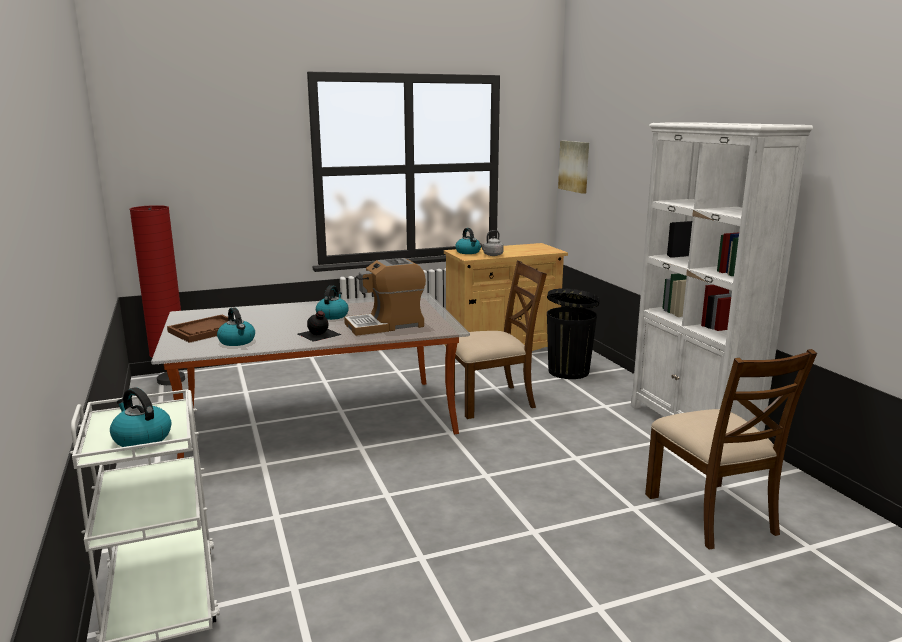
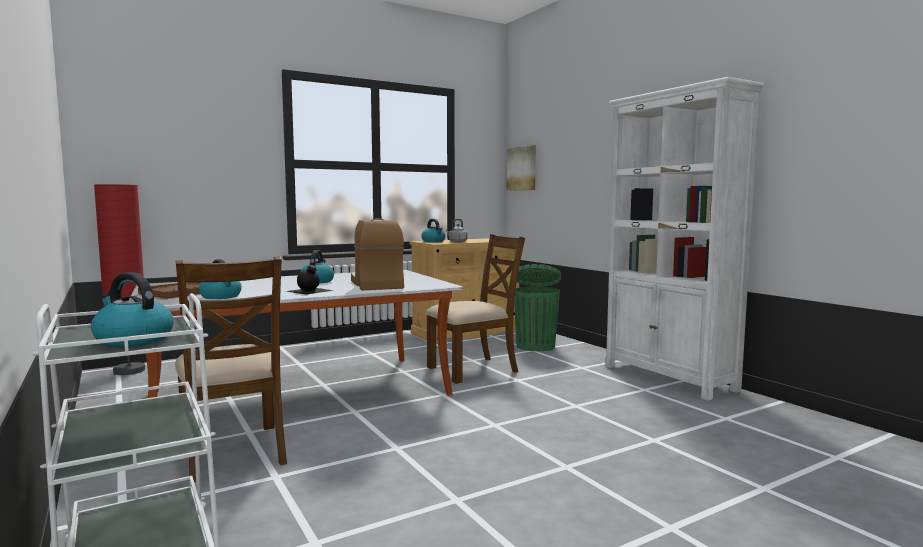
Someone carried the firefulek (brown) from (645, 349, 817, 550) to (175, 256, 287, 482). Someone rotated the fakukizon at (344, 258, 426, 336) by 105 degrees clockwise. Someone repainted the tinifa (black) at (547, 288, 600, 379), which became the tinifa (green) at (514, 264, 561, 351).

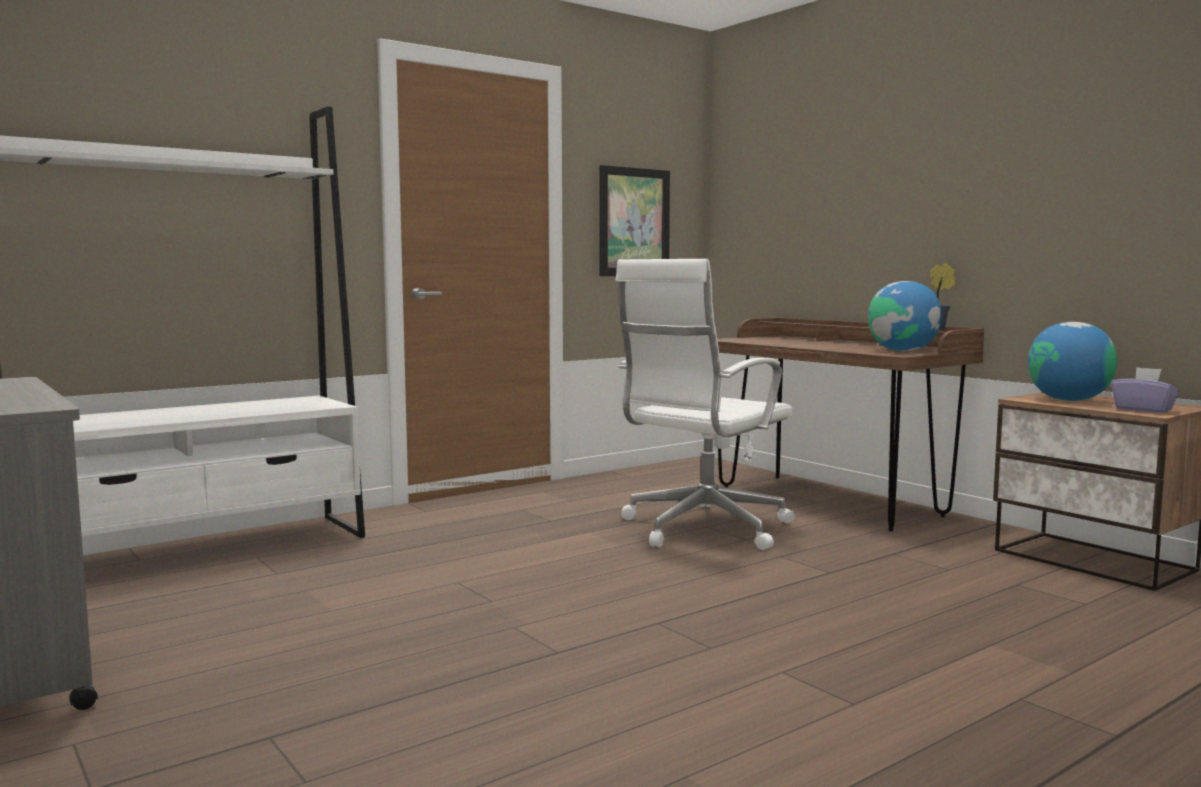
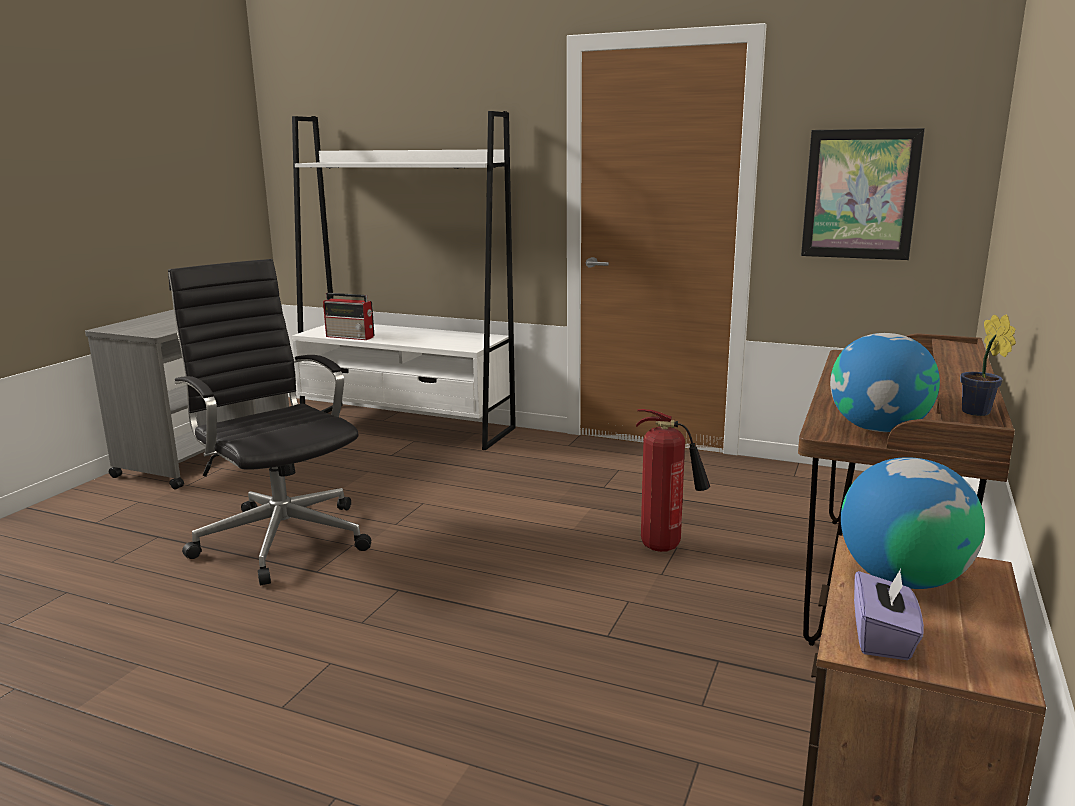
Someone put down the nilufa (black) at (168, 259, 371, 586). Someone put down the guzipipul at (323, 293, 375, 340). Someone swapped the nilufa (white) at (616, 259, 794, 550) for the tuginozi at (636, 409, 710, 552).

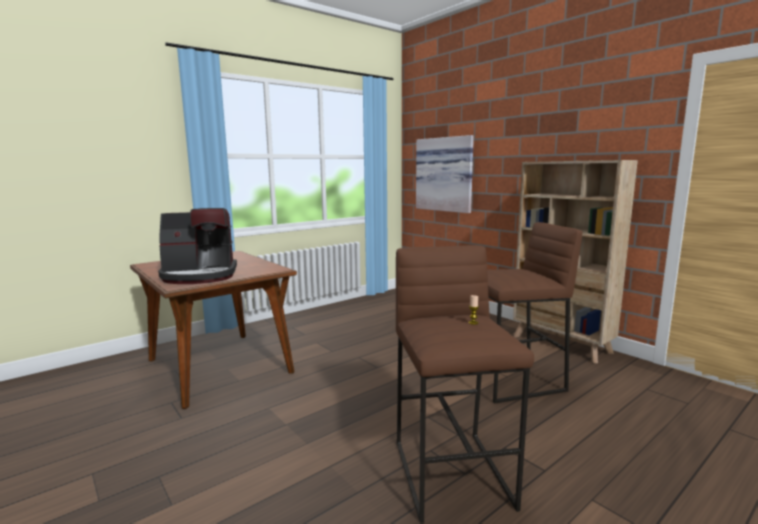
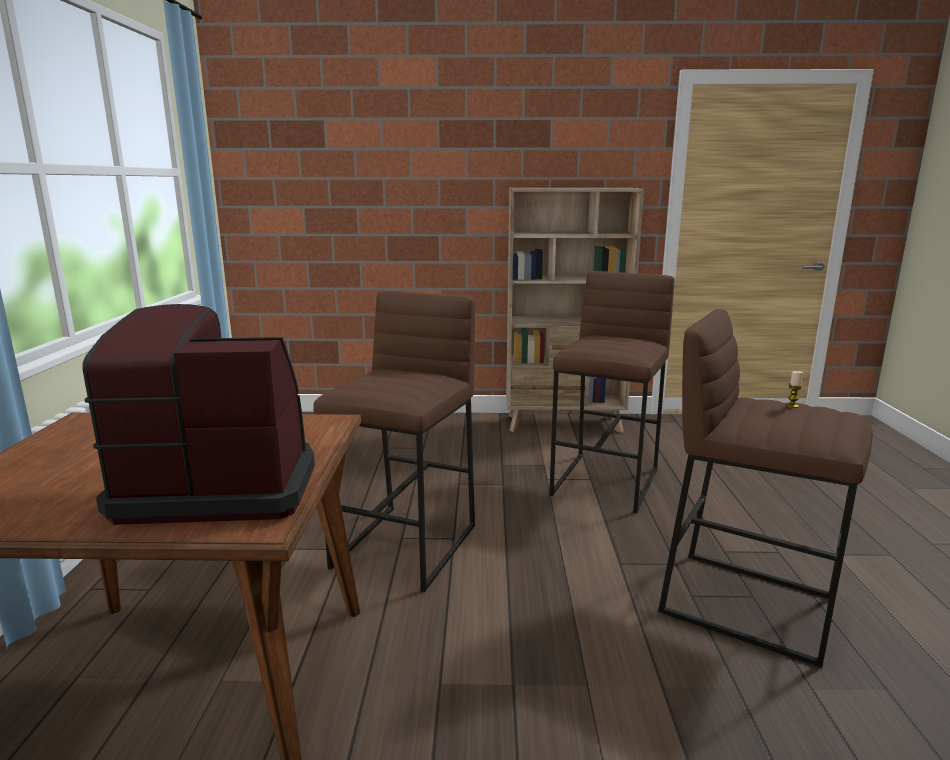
Someone rotated the fakukizon at (158, 208, 237, 284) by 120 degrees counterclockwise. Someone put down the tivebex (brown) at (313, 291, 475, 592). Someone took away the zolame at (416, 135, 474, 213).

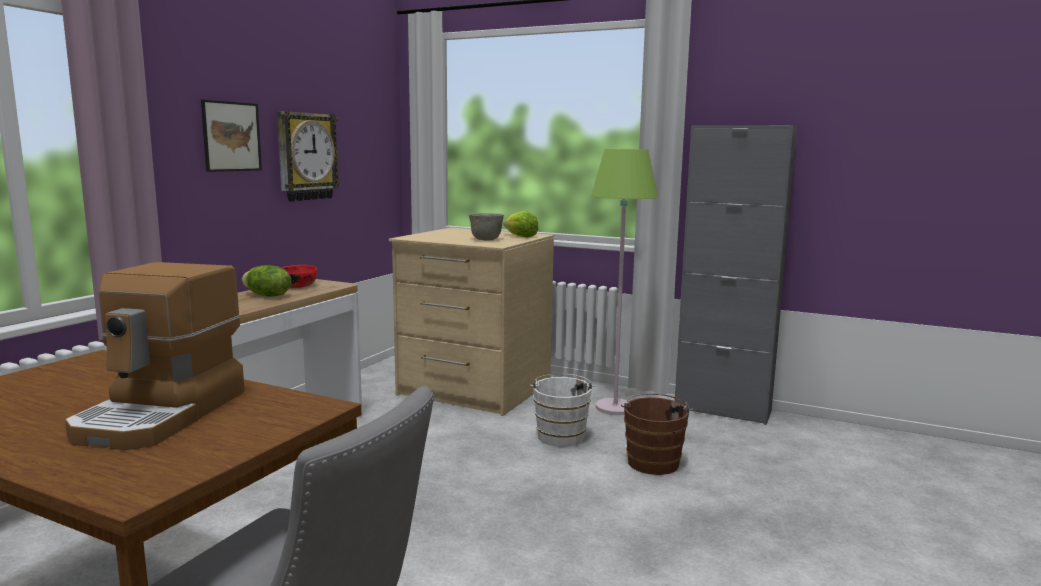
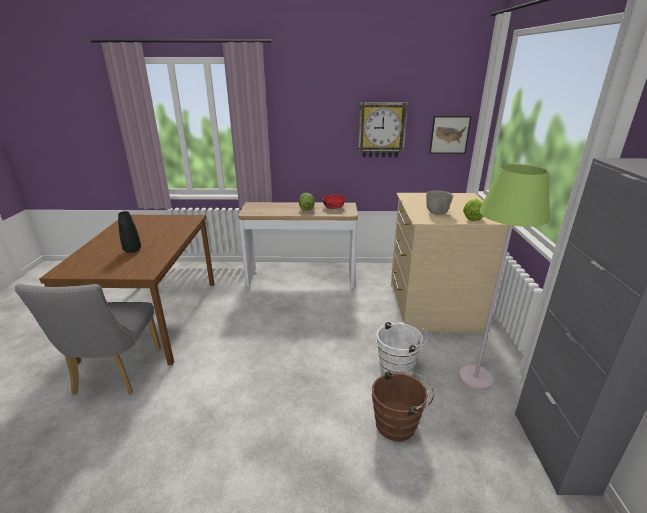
Someone swapped the fakukizon at (65, 262, 245, 450) for the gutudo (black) at (118, 211, 141, 253). Someone carried the zolame from (201, 99, 262, 172) to (429, 116, 472, 154).

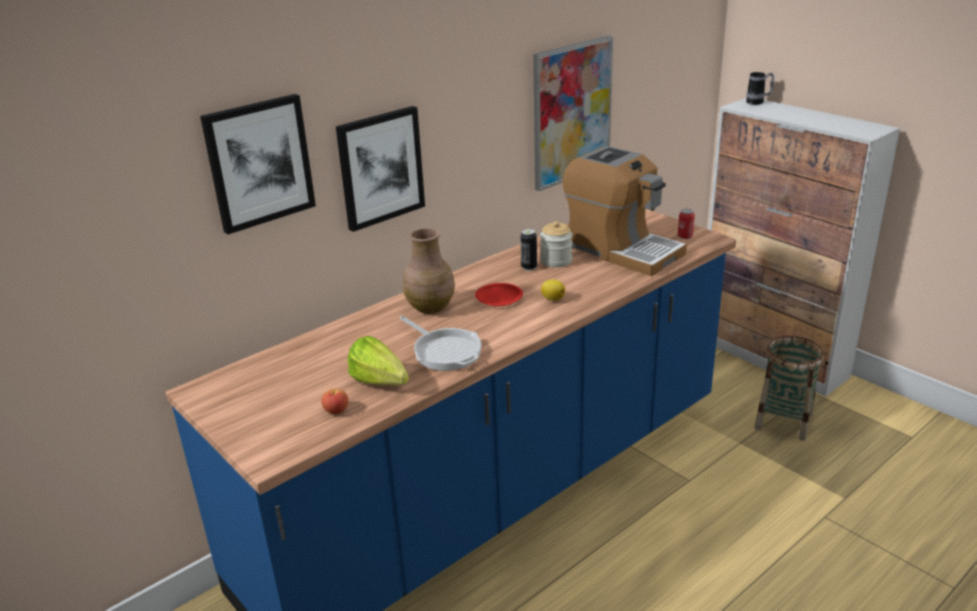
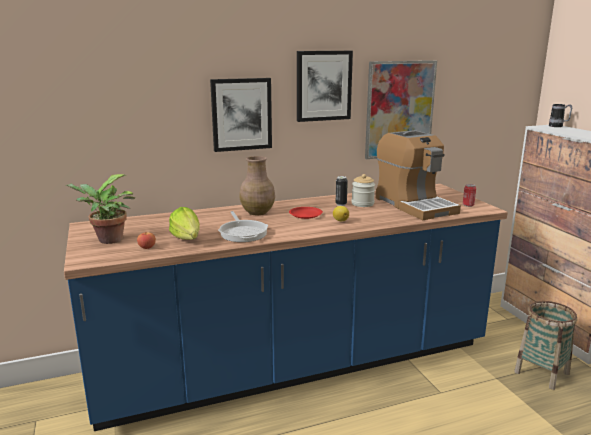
Someone put down the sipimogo at (65, 174, 135, 244). Someone carried the zolame from (200, 94, 316, 234) to (297, 51, 353, 122).

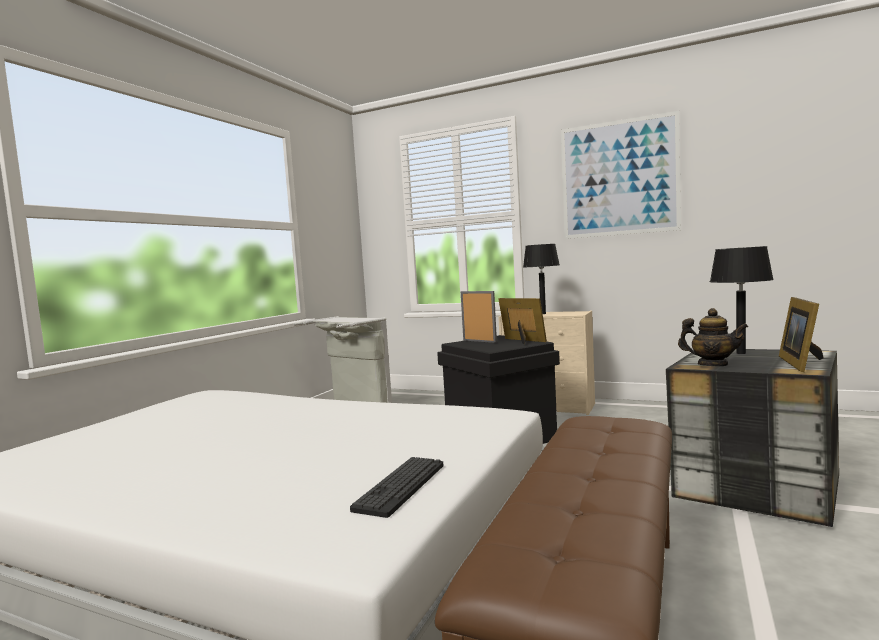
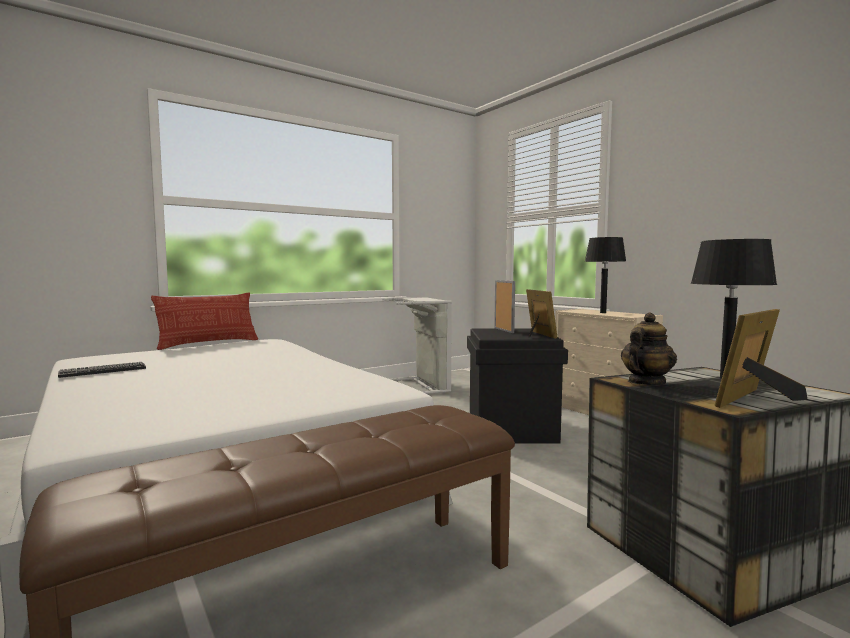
Someone carried the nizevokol from (350, 457, 444, 518) to (58, 362, 146, 378). Someone put down the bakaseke at (151, 293, 258, 350). Someone rotated the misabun at (678, 308, 748, 366) by 105 degrees counterclockwise. Someone took away the zolame at (561, 111, 681, 239).

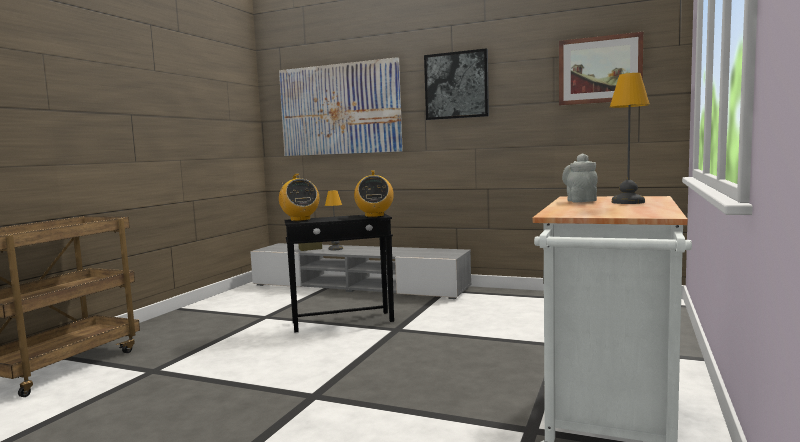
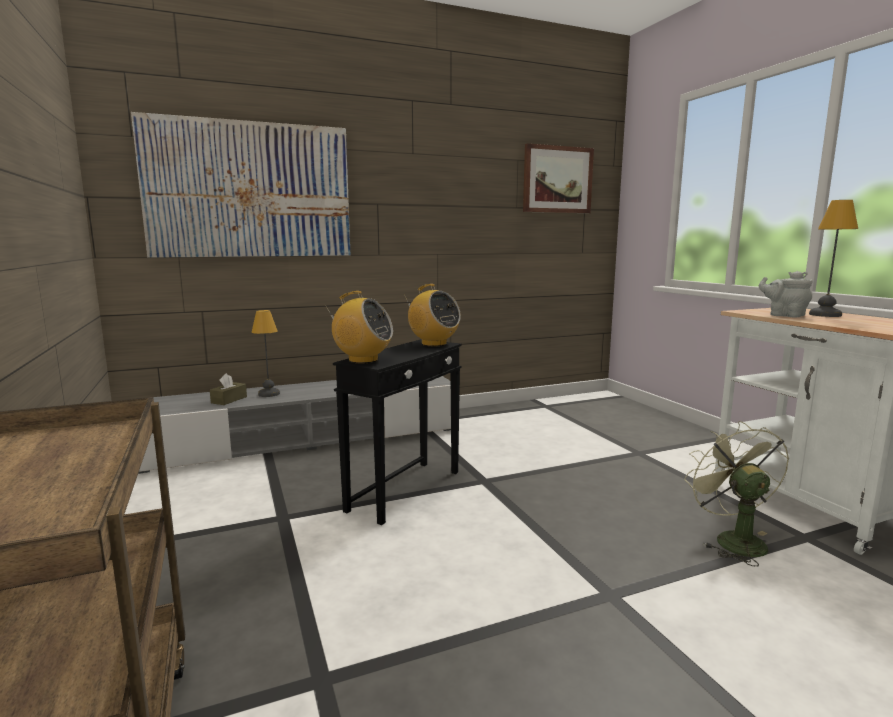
Someone put down the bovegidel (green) at (684, 421, 789, 566). Someone took away the zolame at (424, 48, 489, 120).

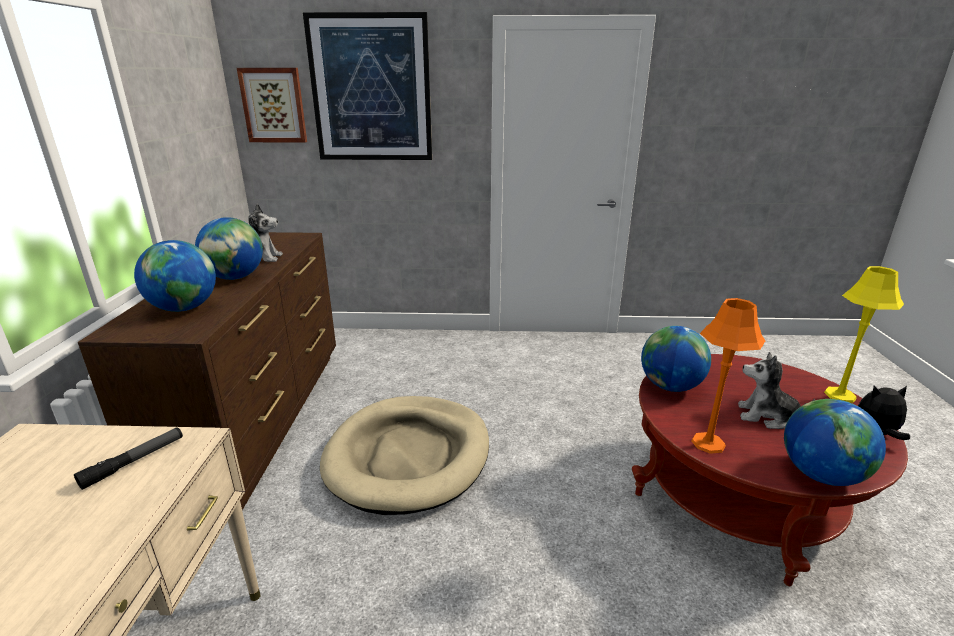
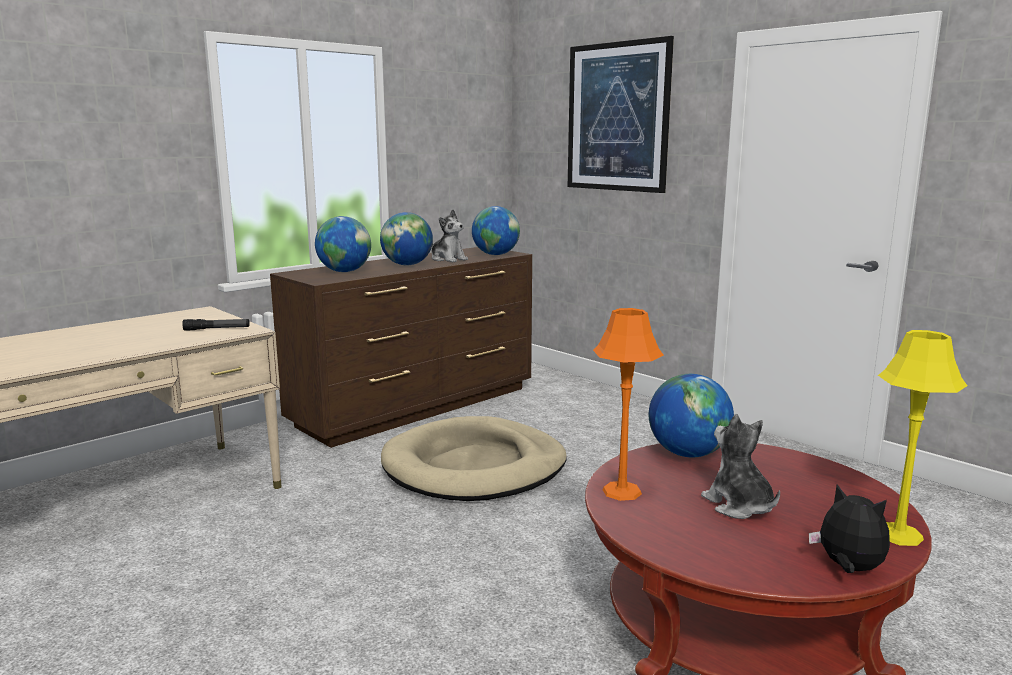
Someone carried the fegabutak from (784, 399, 886, 486) to (472, 206, 520, 255). Someone took away the zolame at (237, 68, 307, 143).

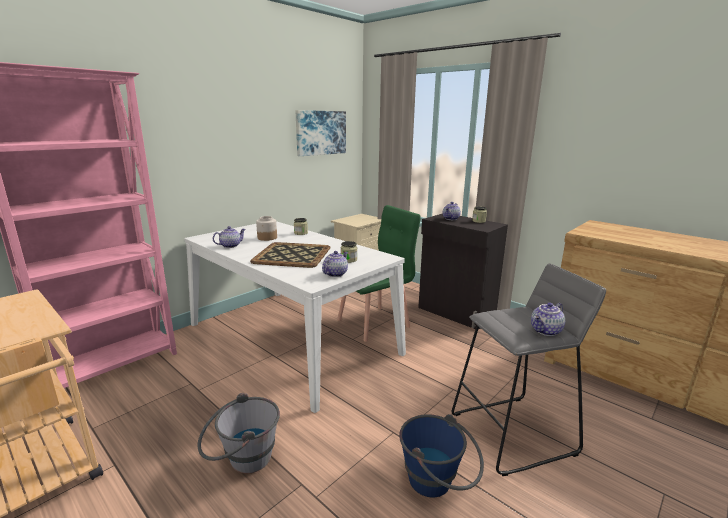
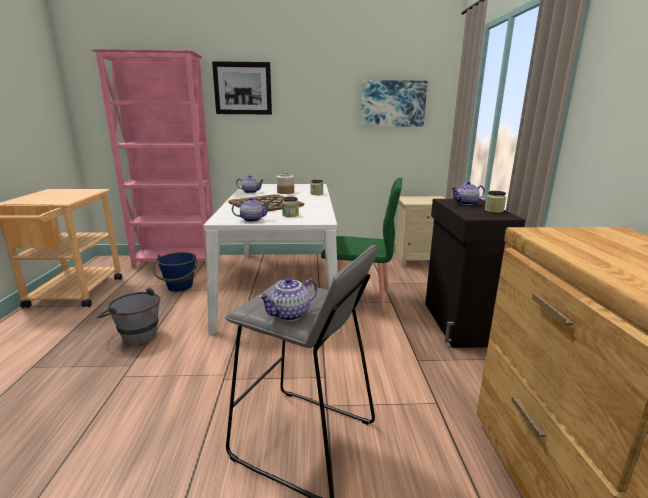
Someone carried the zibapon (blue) from (399, 414, 484, 497) to (152, 252, 198, 291). Someone put up the zolame at (212, 61, 272, 115). Someone rotated the misabun at (531, 303, 565, 336) by 45 degrees counterclockwise.

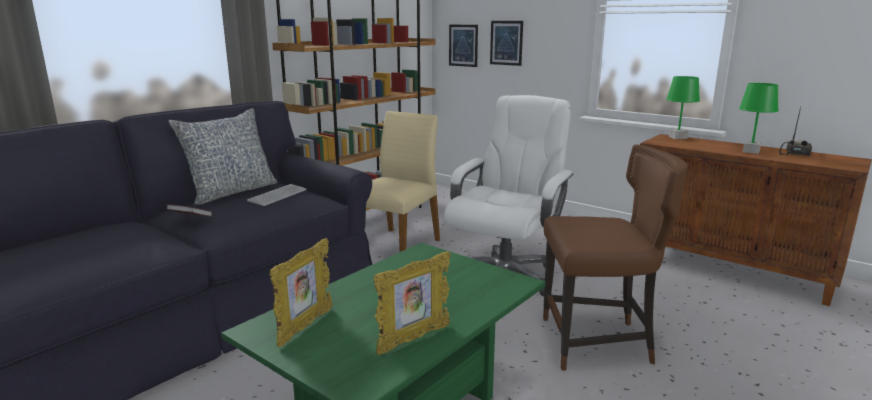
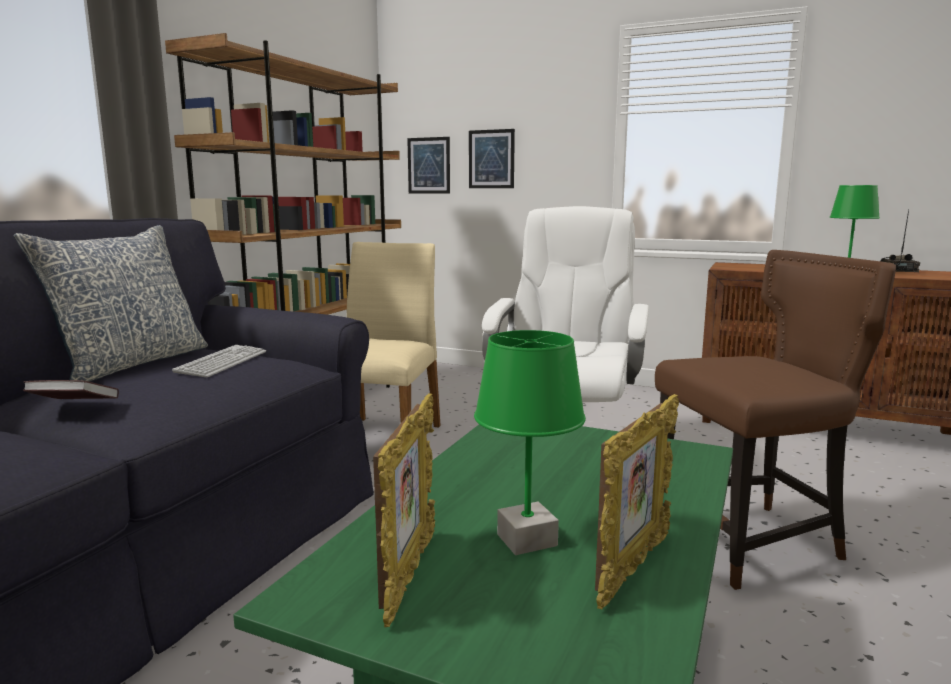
Someone carried the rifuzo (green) from (666, 76, 700, 139) to (474, 330, 586, 555).

